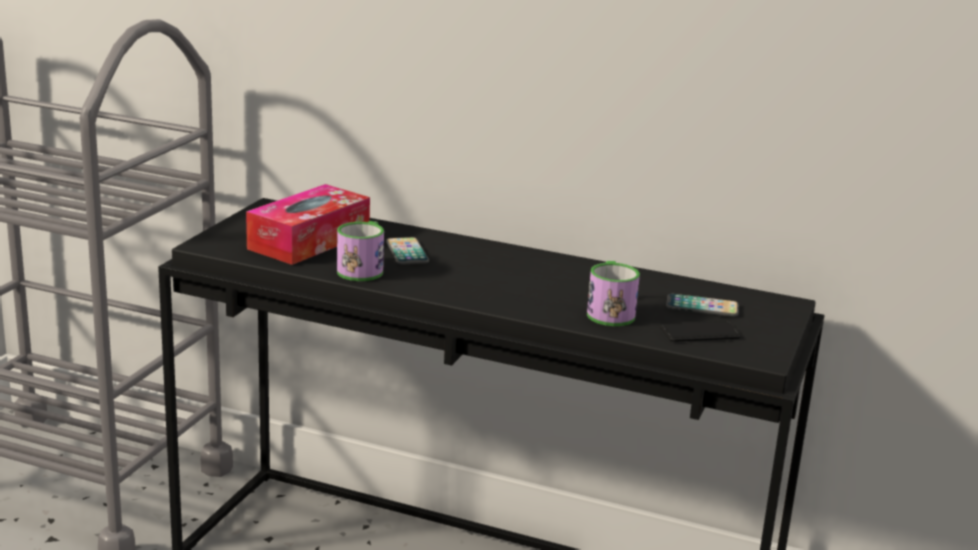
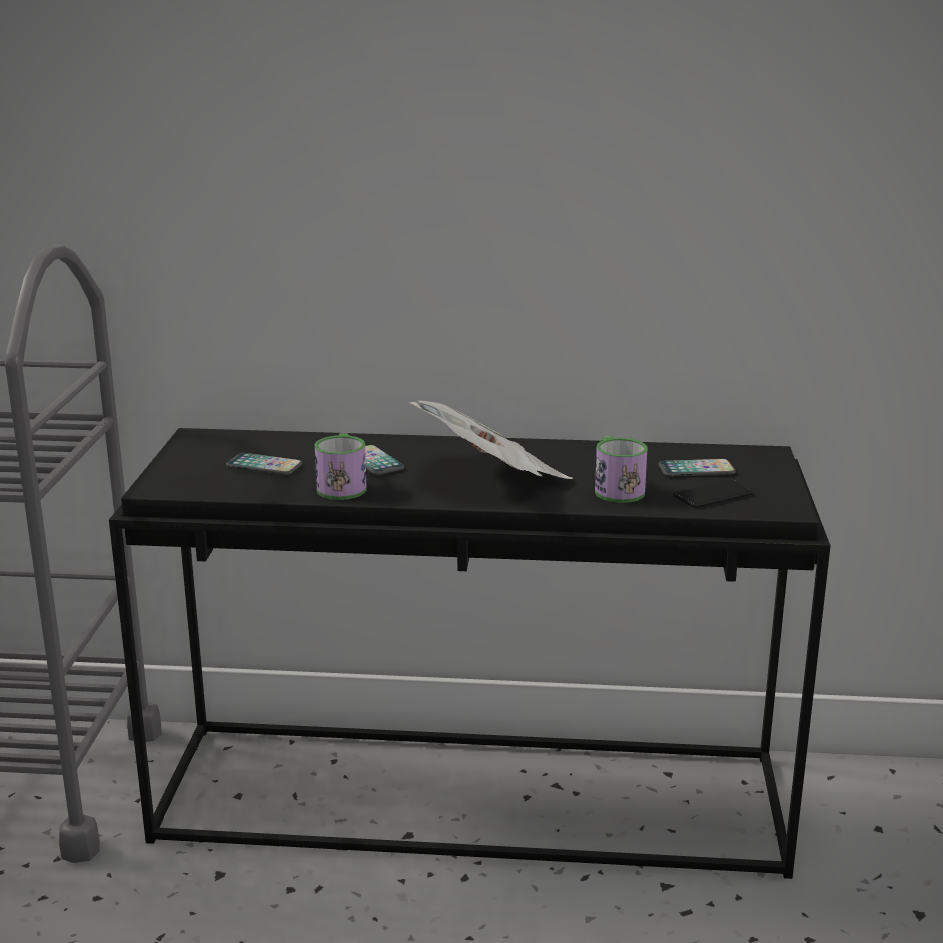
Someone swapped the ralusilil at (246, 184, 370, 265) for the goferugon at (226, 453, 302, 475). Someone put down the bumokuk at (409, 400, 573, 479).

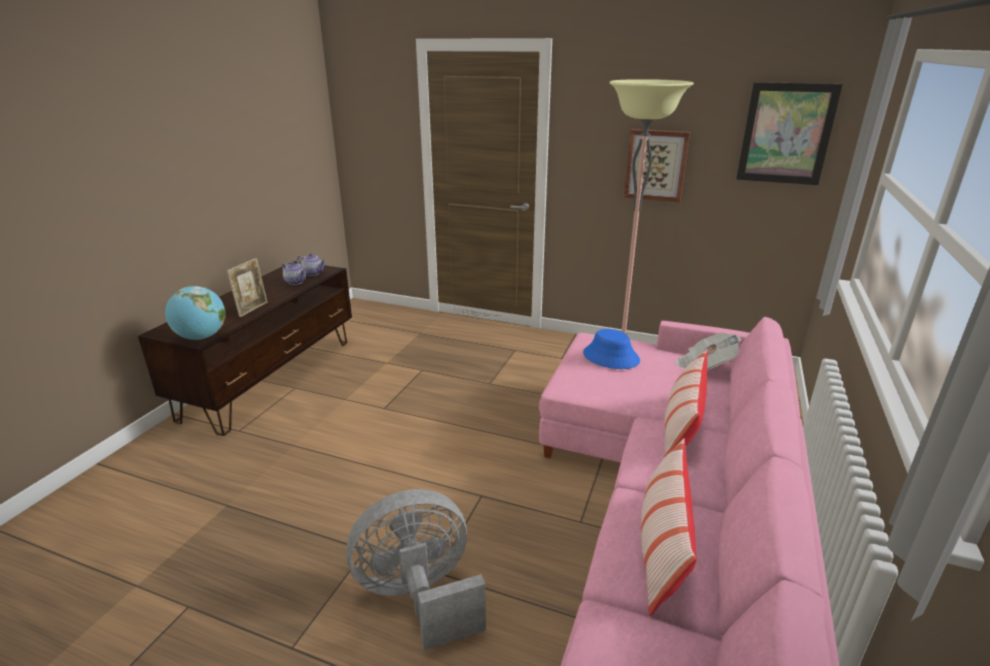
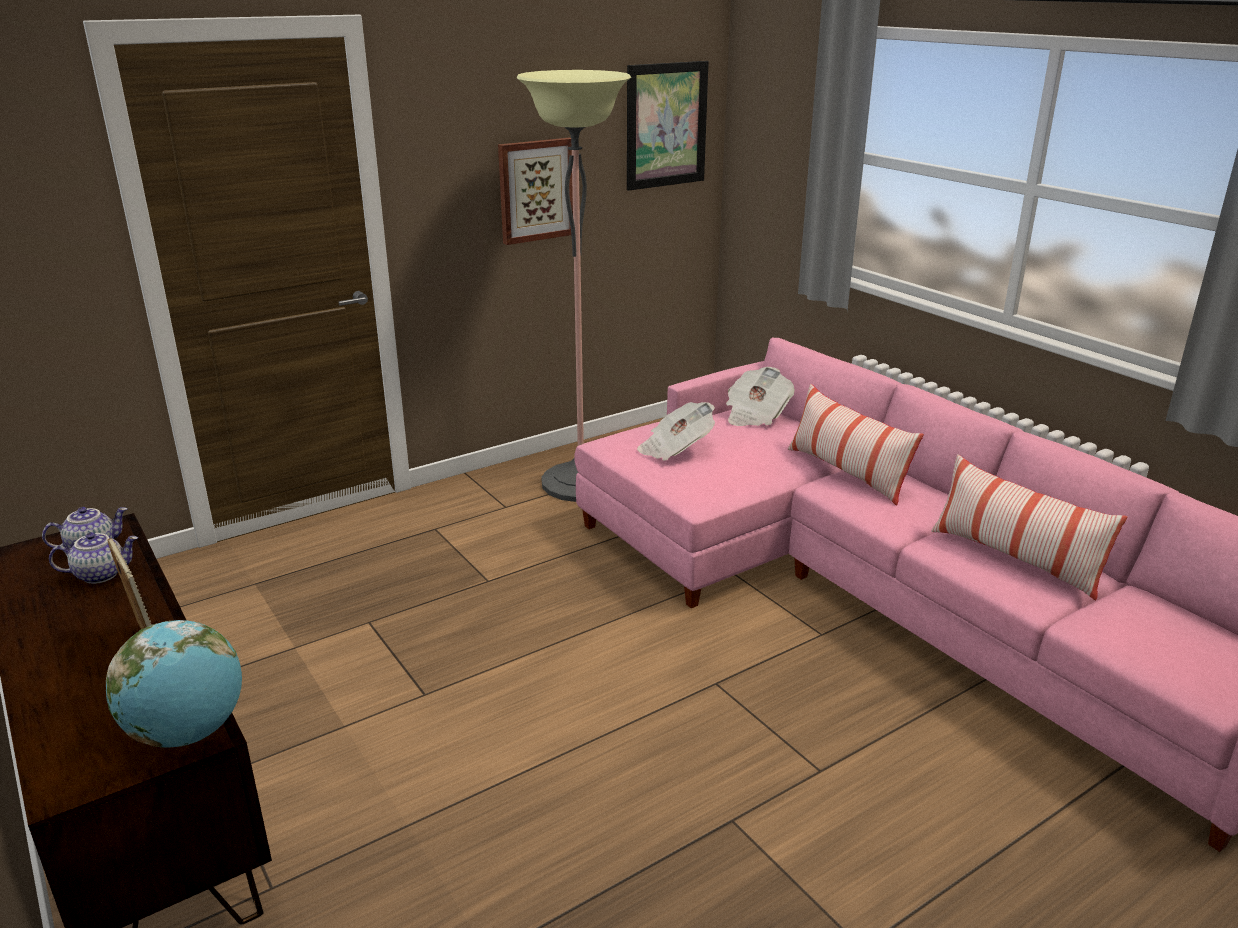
Someone swapped the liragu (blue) at (583, 329, 640, 369) for the bumokuk at (637, 402, 715, 461). Someone took away the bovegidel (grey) at (346, 489, 486, 650).

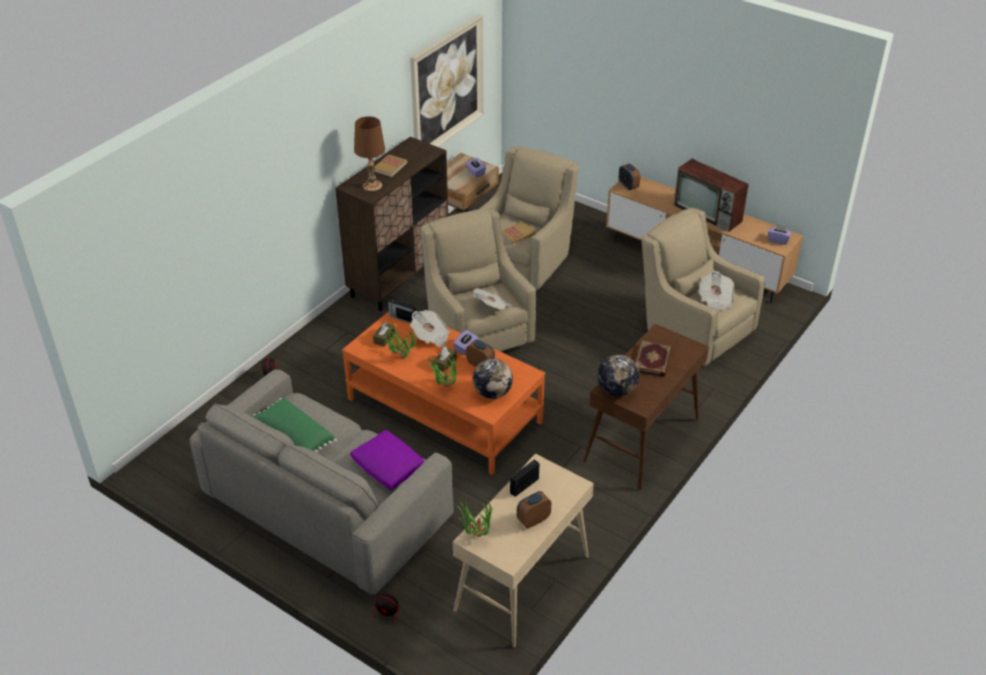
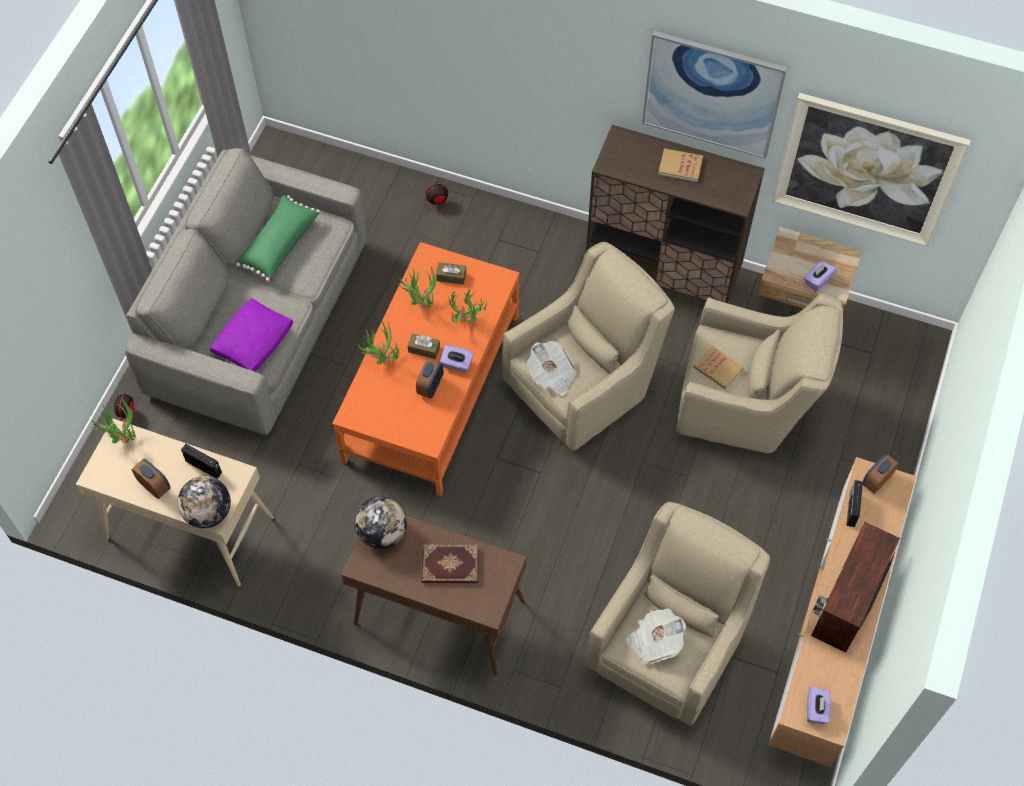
Someone carried the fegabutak from (473, 358, 513, 399) to (178, 476, 231, 528). Someone swapped the bumokuk at (410, 310, 450, 348) for the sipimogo at (449, 289, 488, 323). Someone put up the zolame at (642, 31, 787, 159). Someone carried the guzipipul from (388, 299, 416, 324) to (846, 480, 863, 527). Someone took away the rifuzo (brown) at (354, 116, 385, 191).

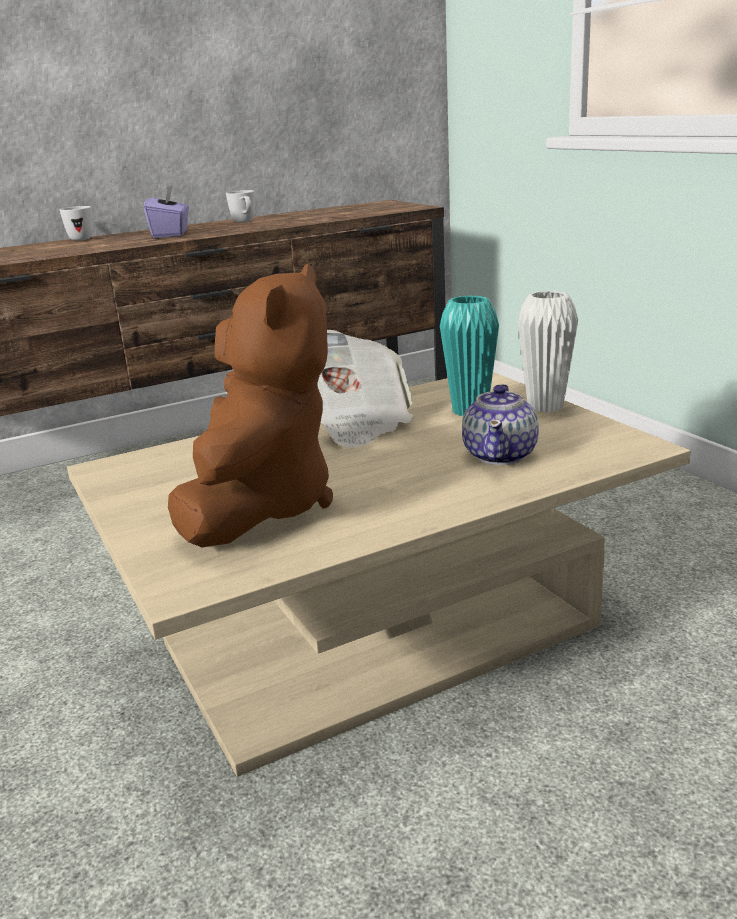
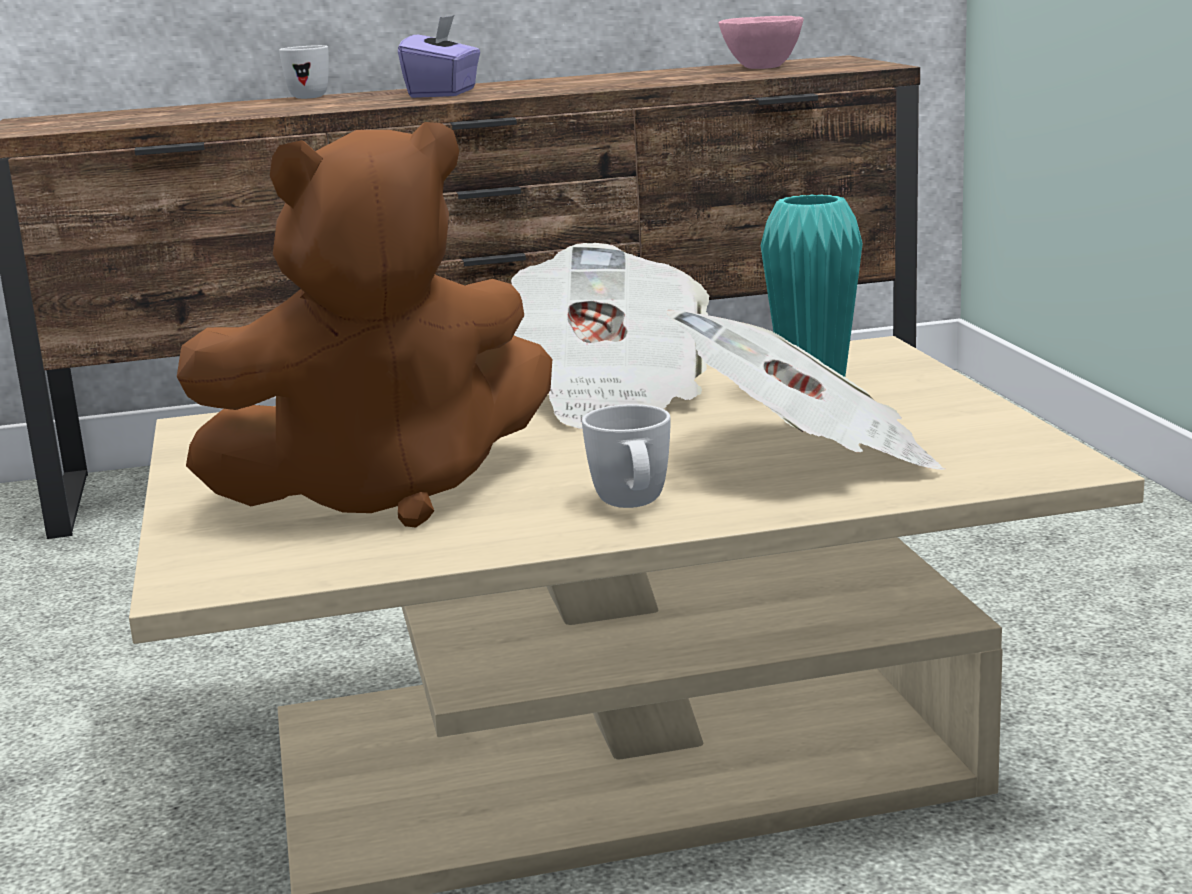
Someone rotated the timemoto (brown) at (168, 264, 333, 547) by 45 degrees clockwise. Someone carried the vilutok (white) from (226, 190, 255, 223) to (582, 404, 671, 508). Someone swapped the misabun at (462, 384, 539, 465) for the bumokuk at (667, 310, 945, 470). Someone put down the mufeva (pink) at (719, 16, 803, 69). Someone took away the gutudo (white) at (518, 291, 578, 413).

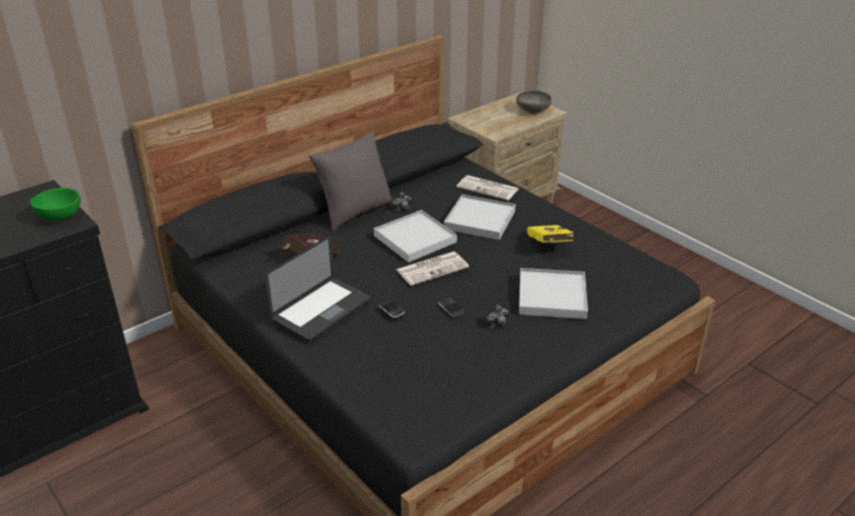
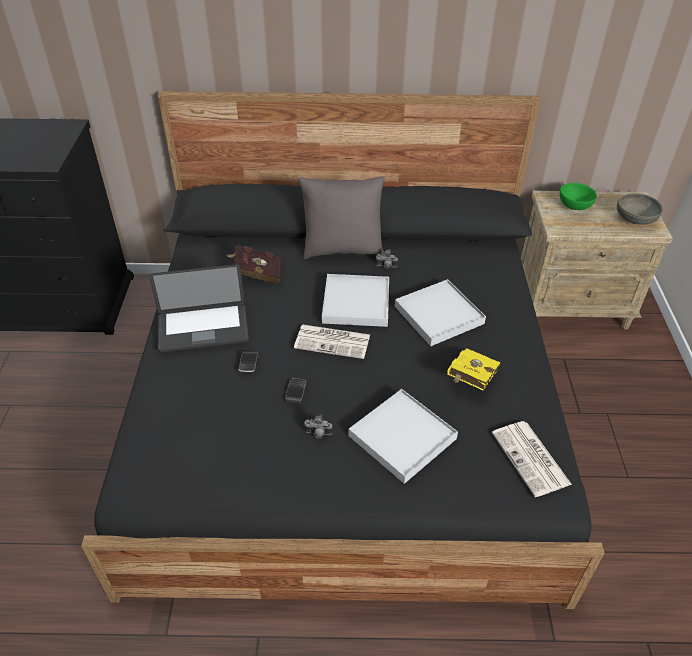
Someone carried the bumokuk from (456, 175, 518, 201) to (492, 421, 572, 497). Someone carried the mufeva (green) from (30, 188, 81, 221) to (560, 183, 597, 210).

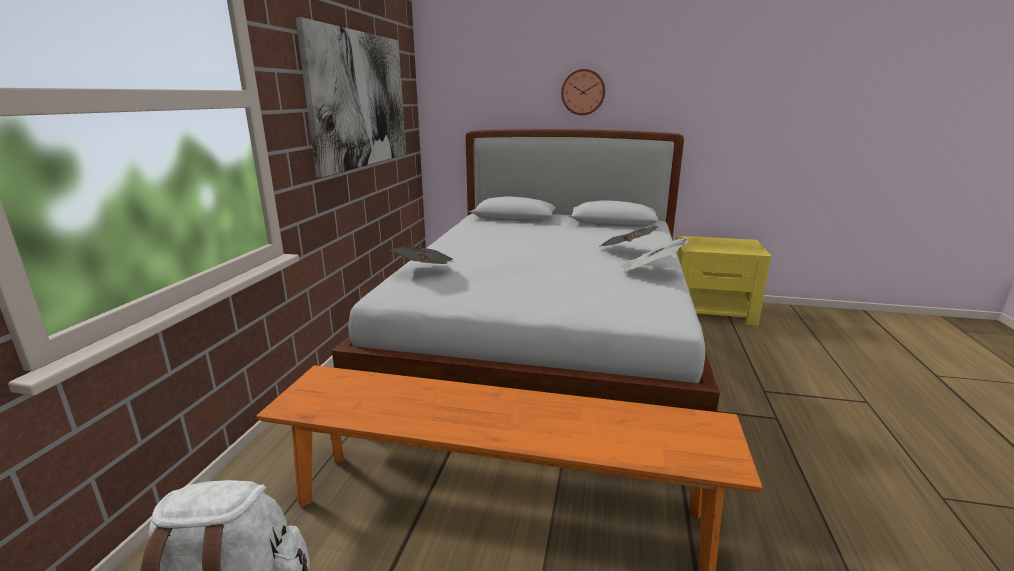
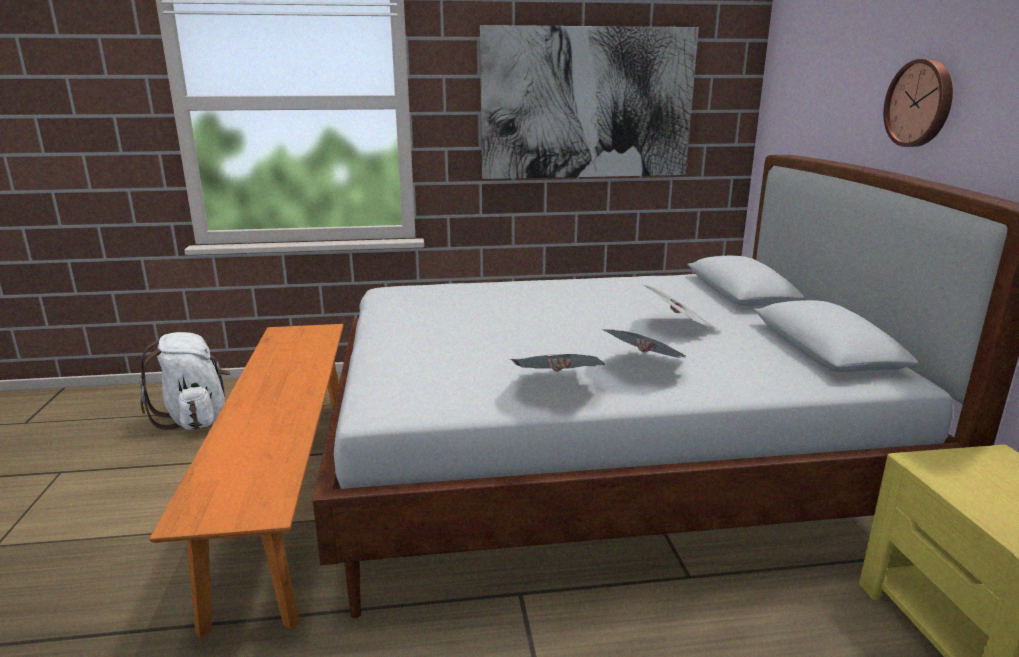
Someone carried the bumokuk from (390, 246, 453, 264) to (643, 285, 721, 330).

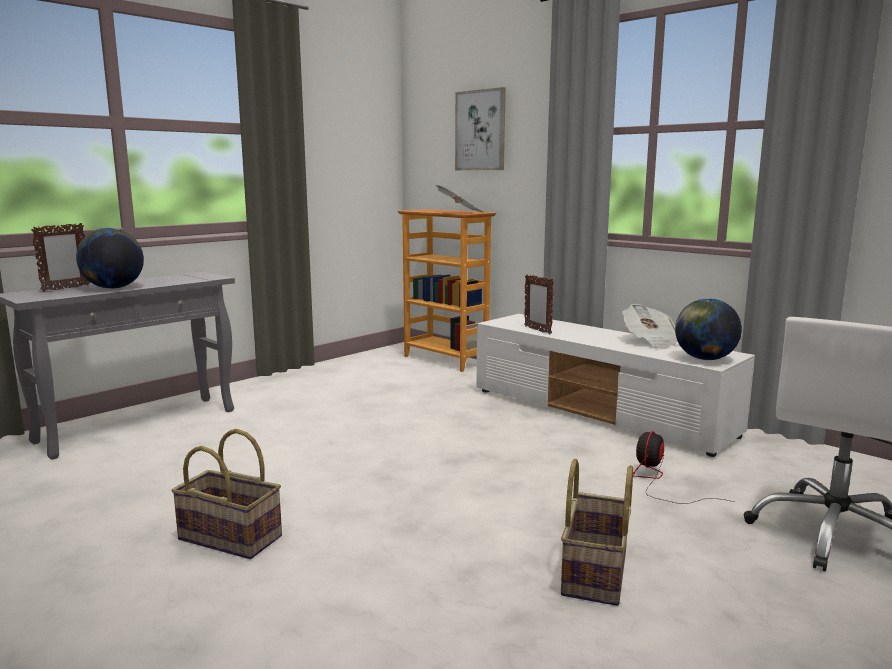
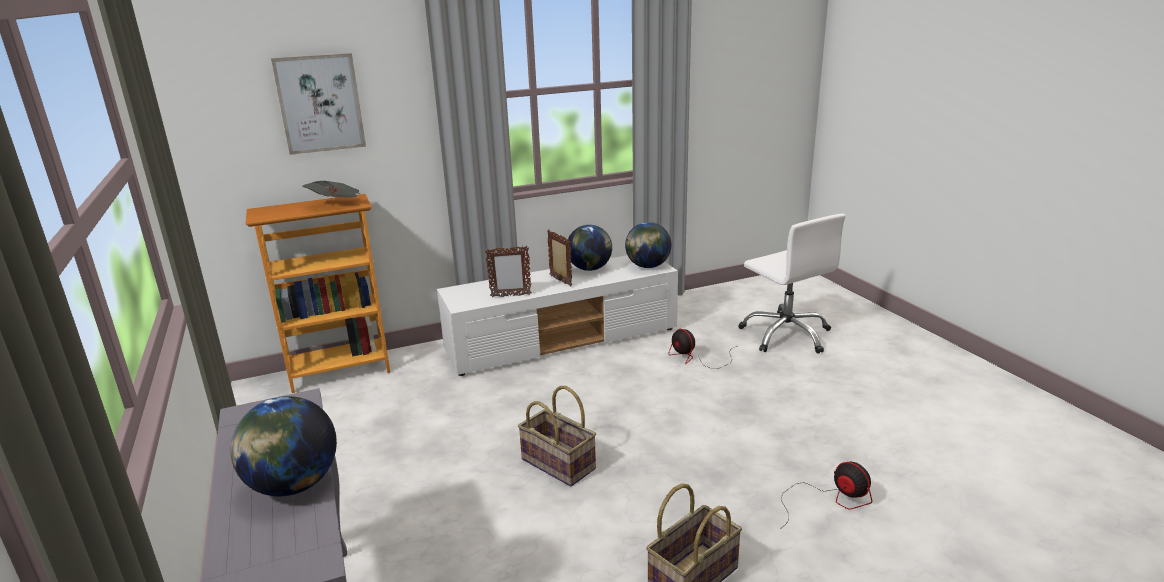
Someone carried the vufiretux from (561, 459, 633, 606) to (518, 386, 596, 487). Someone carried the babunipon from (31, 223, 91, 292) to (547, 229, 572, 287). Someone swapped the bumokuk at (622, 304, 678, 349) for the fegabutak at (568, 225, 612, 271). Someone put down the bovegidel at (780, 462, 872, 529).

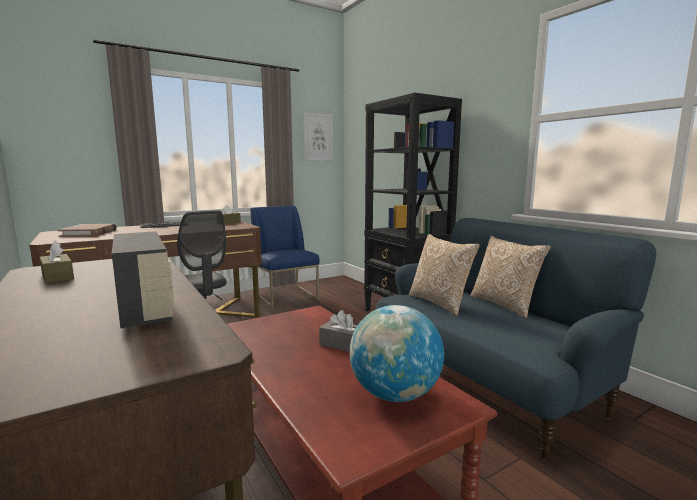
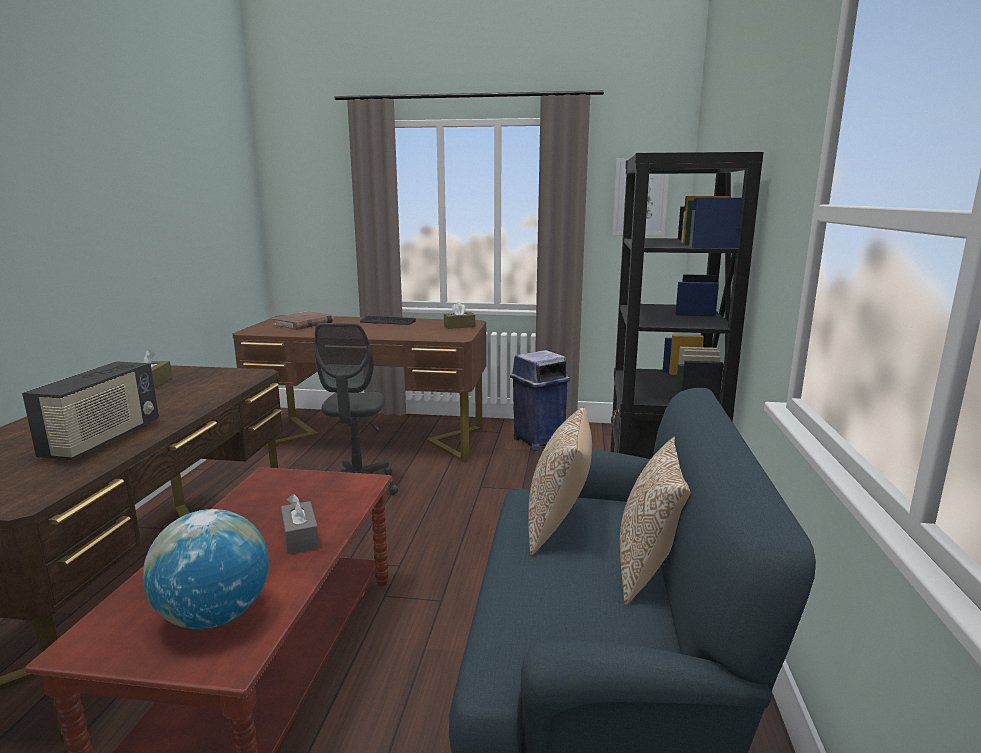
Someone swapped the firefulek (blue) at (251, 206, 319, 308) for the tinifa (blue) at (510, 350, 570, 451).

